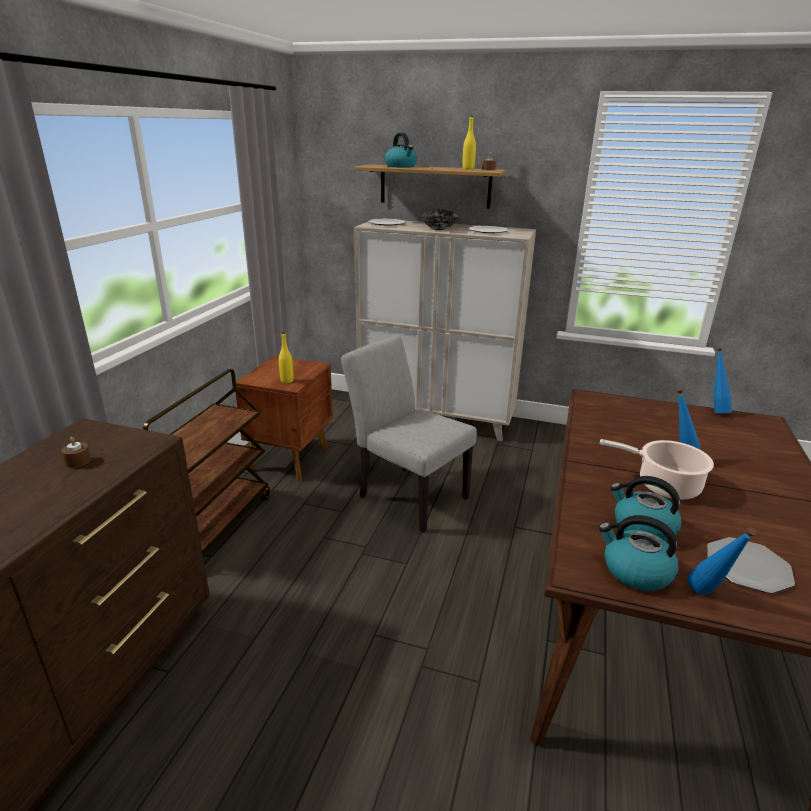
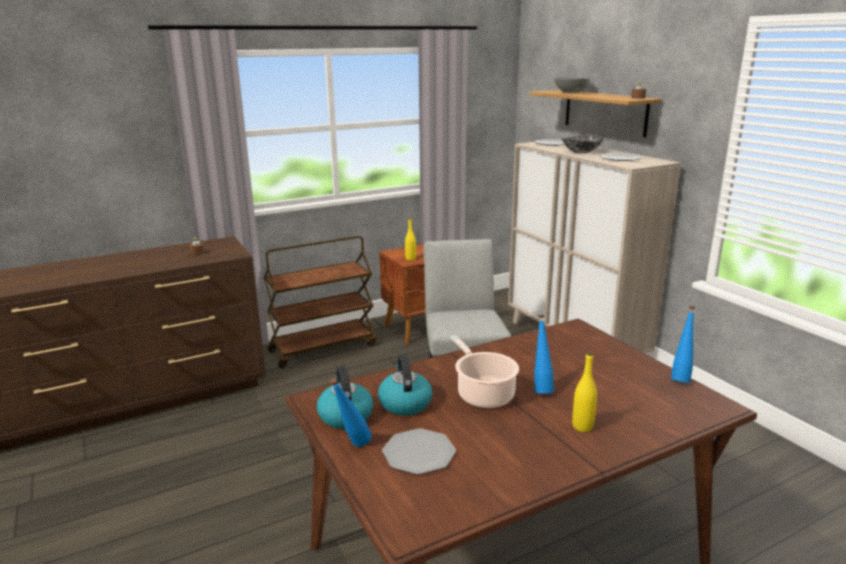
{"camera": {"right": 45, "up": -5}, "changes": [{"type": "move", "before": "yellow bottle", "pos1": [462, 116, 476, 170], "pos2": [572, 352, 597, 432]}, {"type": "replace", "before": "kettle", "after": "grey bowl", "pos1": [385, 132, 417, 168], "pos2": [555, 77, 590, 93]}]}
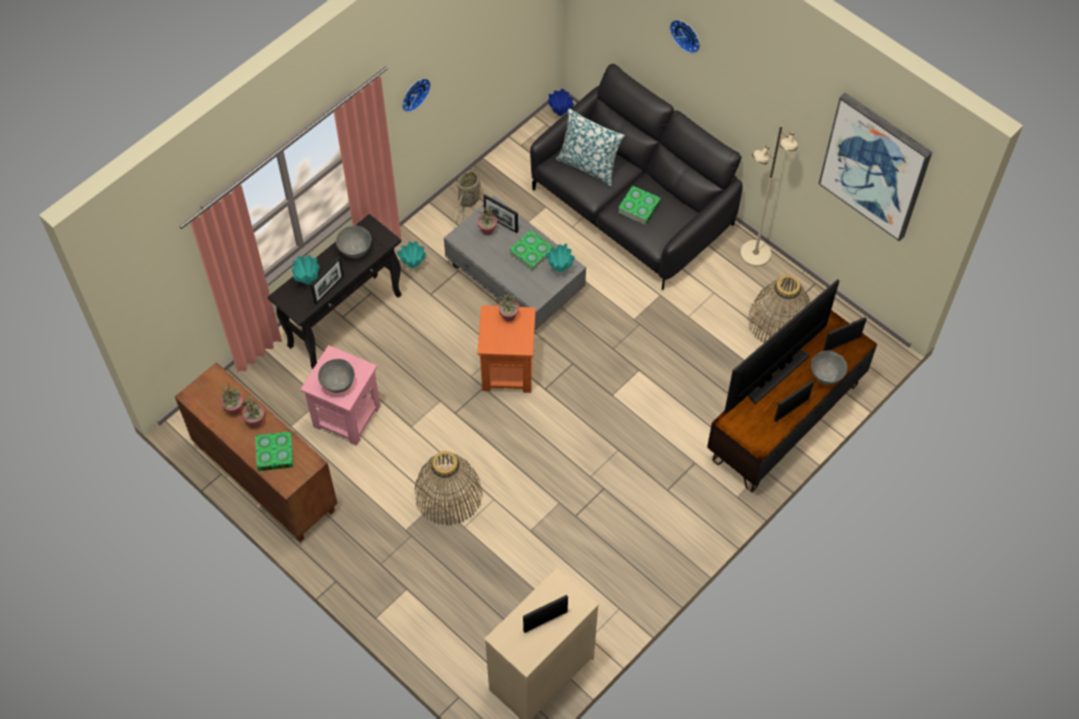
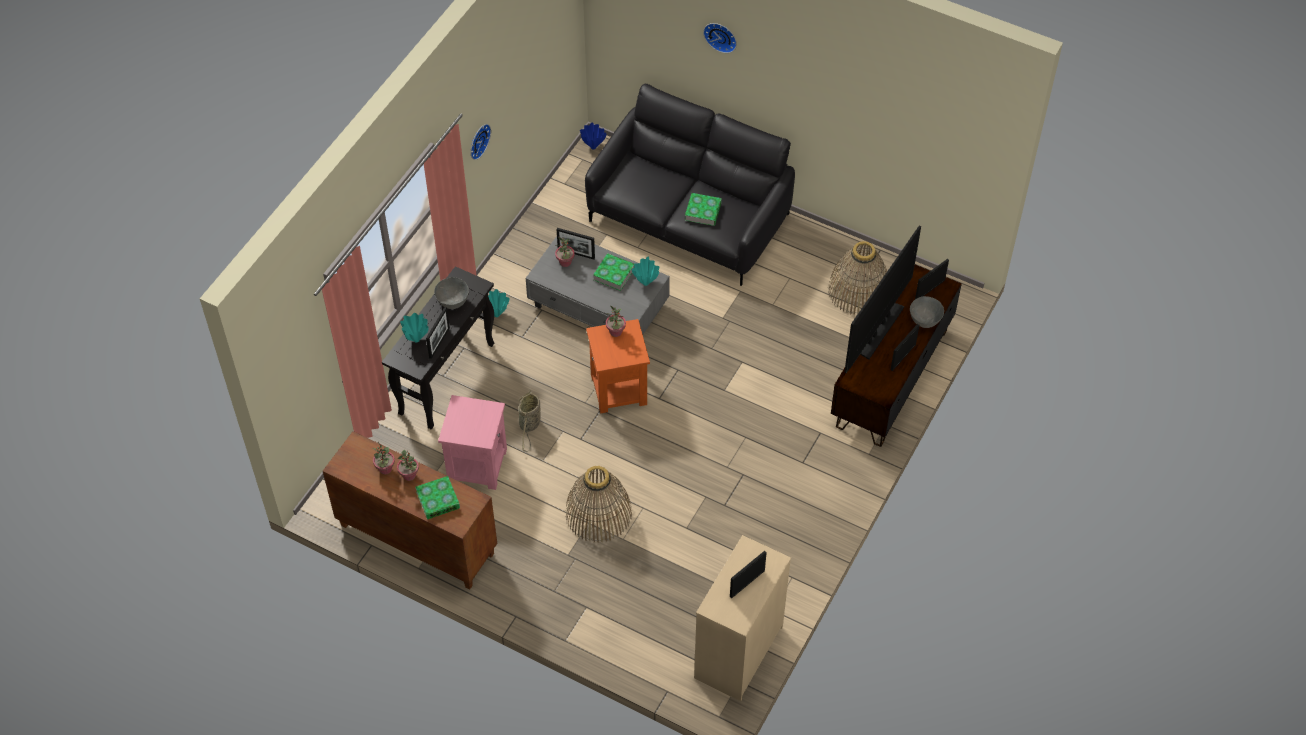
{"camera": {"right": -15, "up": -5}, "changes": [{"type": "delete", "before": "picture", "pos1": [819, 93, 932, 241]}, {"type": "delete", "before": "pillow", "pos1": [556, 108, 625, 187]}, {"type": "delete", "before": "beige floor lamp", "pos1": [740, 125, 798, 267]}, {"type": "move", "before": "basket", "pos1": [454, 168, 481, 225], "pos2": [518, 389, 540, 452]}, {"type": "delete", "before": "grey bowl", "pos1": [318, 359, 355, 393]}]}
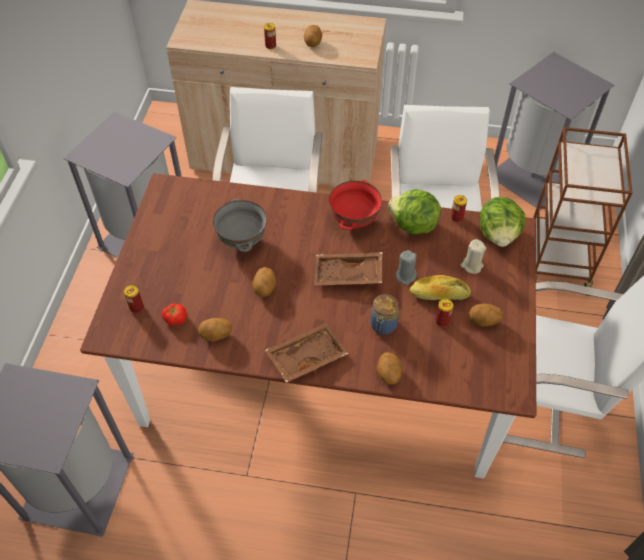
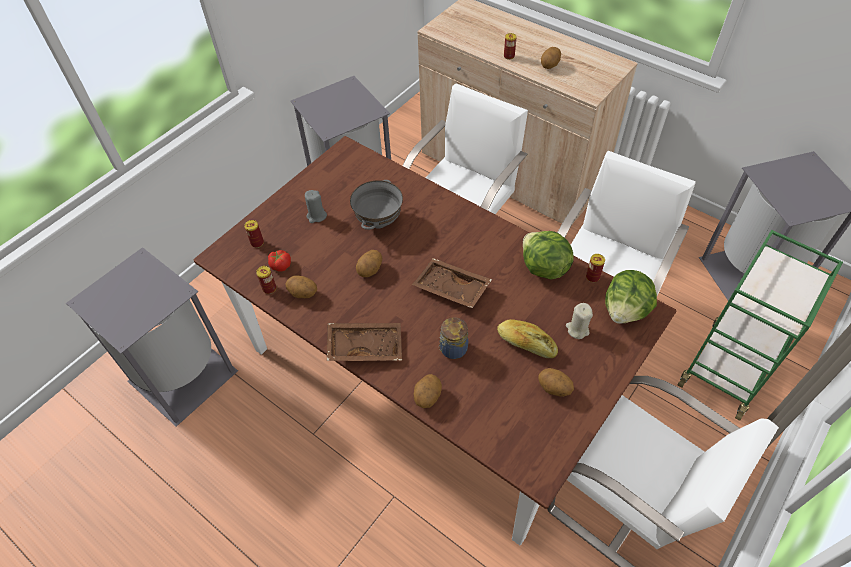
{"camera": {"right": 30, "up": 0}, "changes": [{"type": "recolor", "before": "brown cart", "after": "green cart", "pos1": [533, 127, 633, 296], "pos2": [677, 230, 843, 421]}, {"type": "delete", "before": "red bowl", "pos1": [329, 180, 382, 230]}, {"type": "move", "before": "grey candle", "pos1": [396, 250, 417, 285], "pos2": [305, 190, 327, 223]}, {"type": "move", "before": "can", "pos1": [435, 299, 453, 327], "pos2": [256, 266, 276, 294]}]}
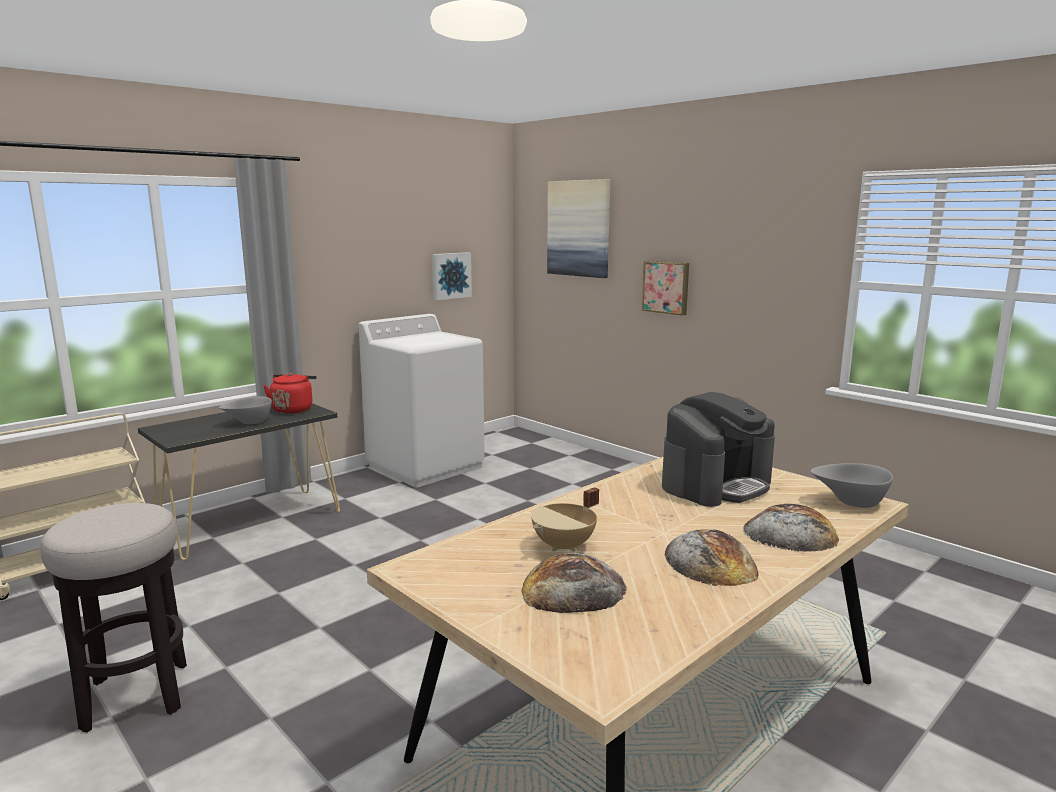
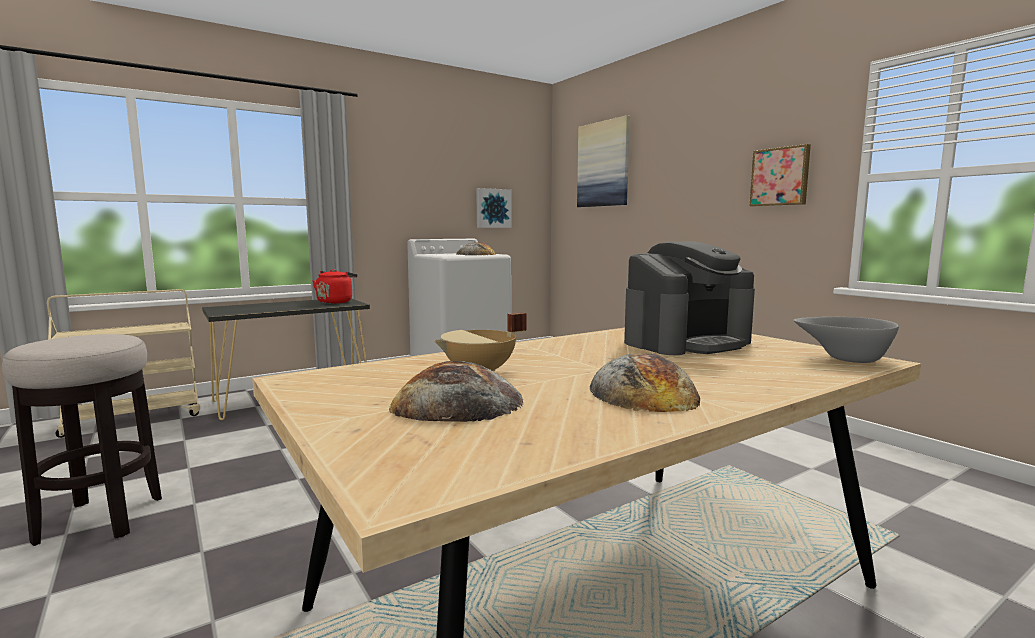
{"camera": {"right": 10, "up": -5}, "changes": [{"type": "move", "before": "picture", "pos1": [642, 261, 689, 316], "pos2": [749, 144, 811, 207]}, {"type": "delete", "before": "grey bowl", "pos1": [219, 396, 272, 424]}, {"type": "move", "before": "bread", "pos1": [743, 504, 839, 552], "pos2": [456, 242, 496, 255]}]}
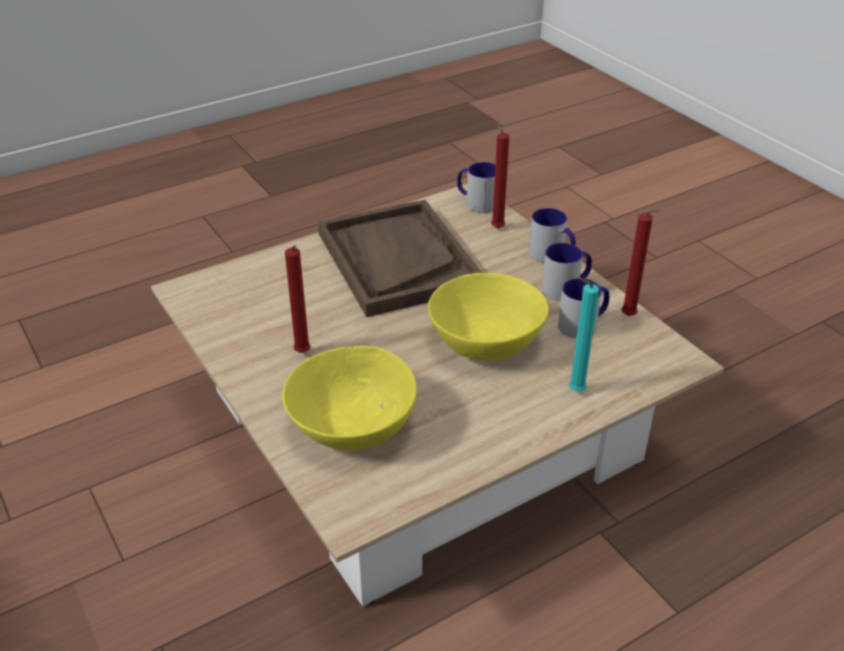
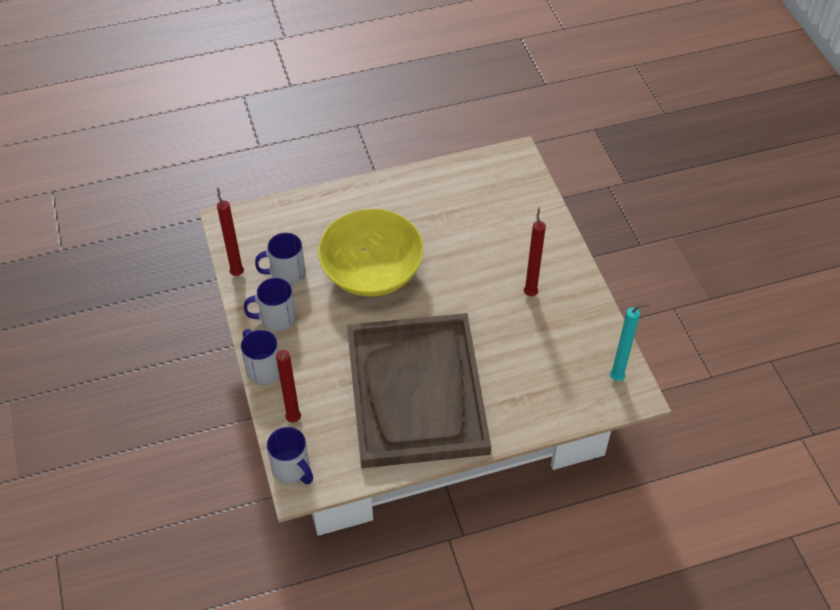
{"camera": {"right": -165, "up": 15}, "changes": [{"type": "move", "before": "turquoise candle", "pos1": [569, 277, 599, 392], "pos2": [610, 304, 650, 381]}, {"type": "delete", "before": "yellow bowl", "pos1": [282, 346, 417, 450]}]}
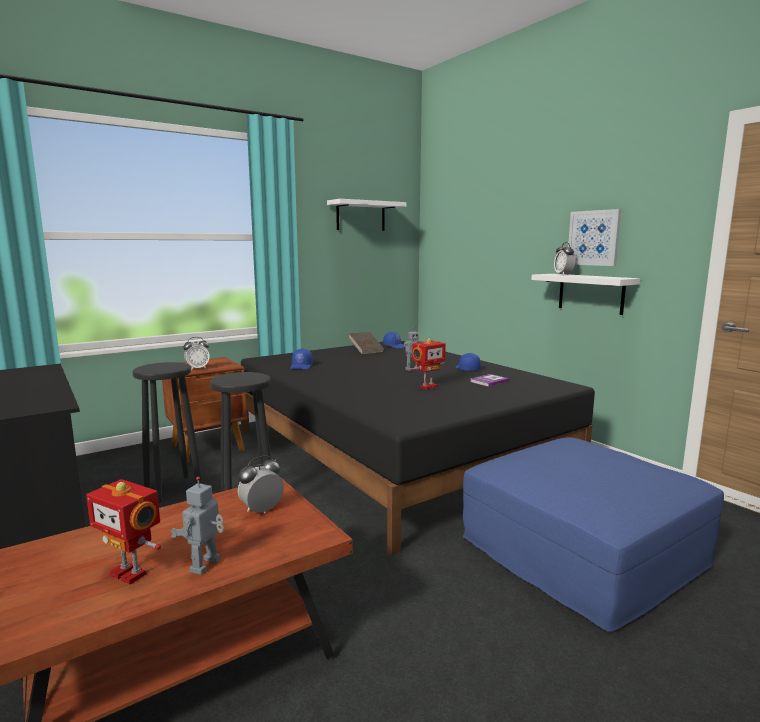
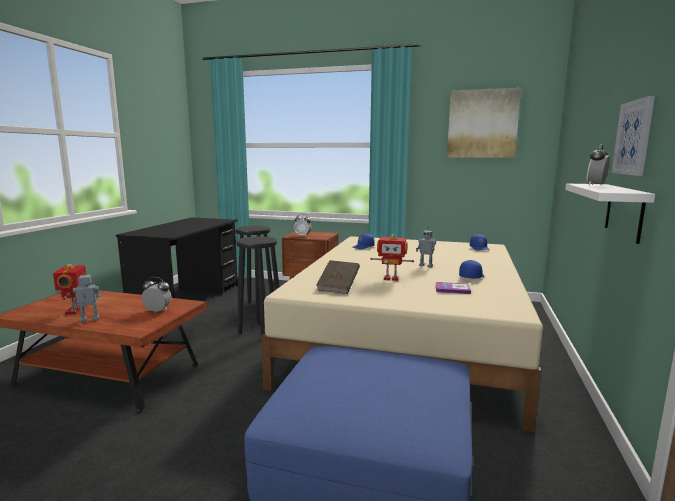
{"camera": {"right": 50, "up": 0}, "changes": [{"type": "replace", "before": "white shelf", "after": "picture", "pos1": [327, 199, 406, 231], "pos2": [447, 88, 521, 158]}, {"type": "move", "before": "brown book", "pos1": [348, 332, 384, 354], "pos2": [316, 260, 360, 294]}, {"type": "recolor", "before": "black bed", "after": "beige bed", "pos1": [241, 341, 595, 555], "pos2": [261, 236, 543, 432]}]}
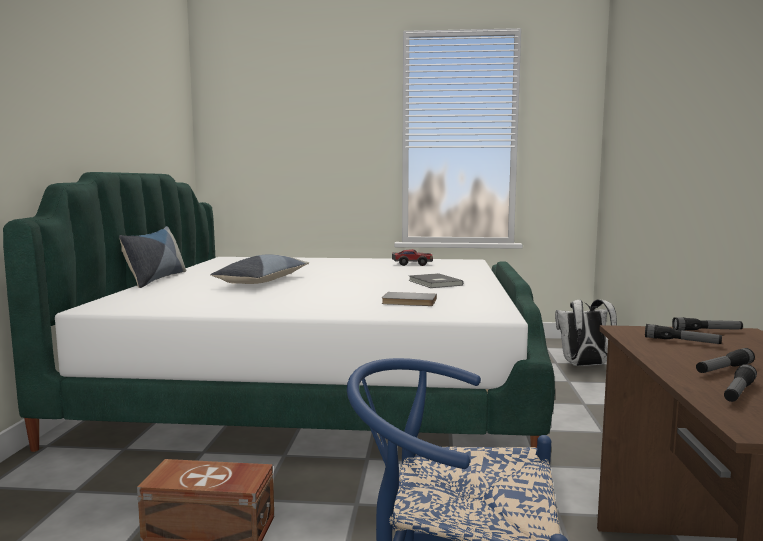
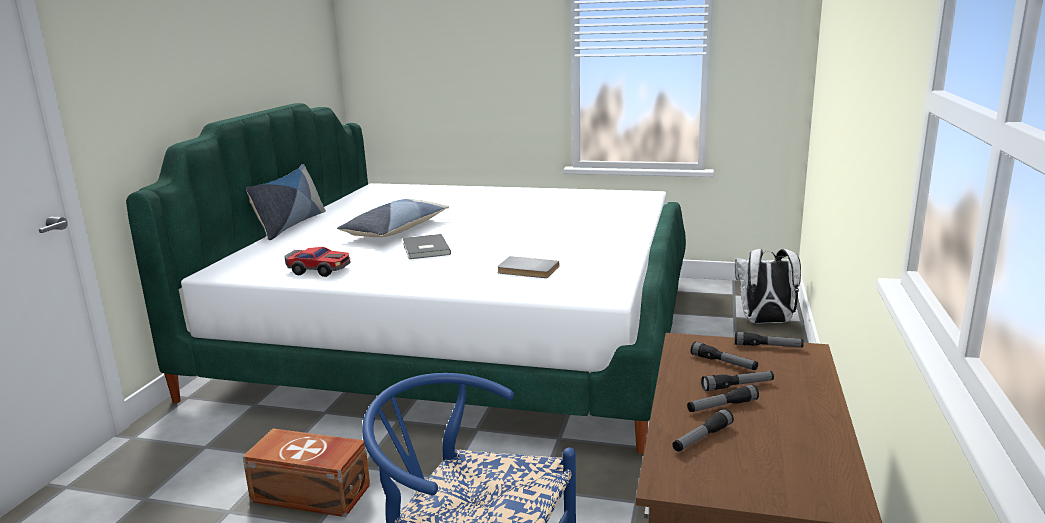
{"camera": {"right": 10, "up": 10}, "changes": [{"type": "move", "before": "toy car", "pos1": [392, 249, 433, 266], "pos2": [284, 247, 350, 277]}, {"type": "move", "before": "grey book", "pos1": [408, 273, 463, 288], "pos2": [402, 234, 451, 259]}, {"type": "insert", "after": "flashlight", "pos2": [701, 371, 774, 391]}]}
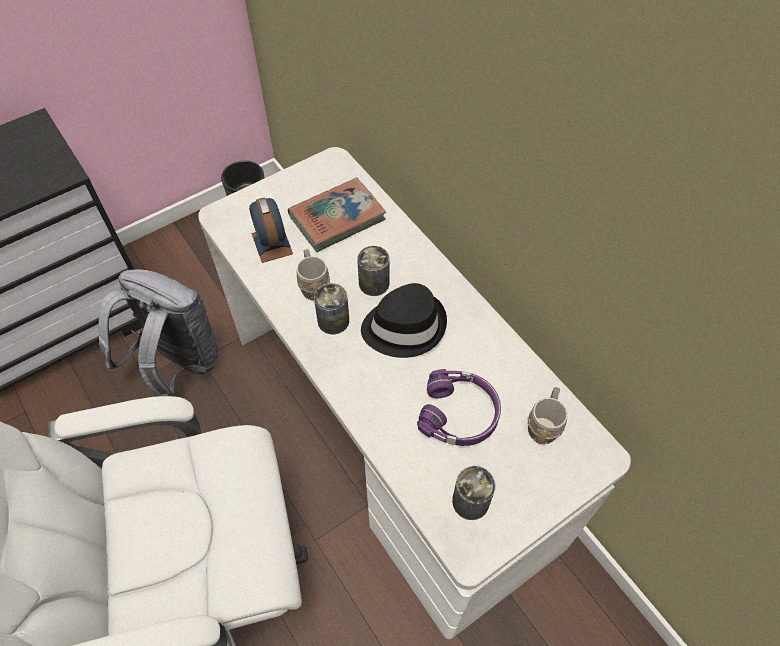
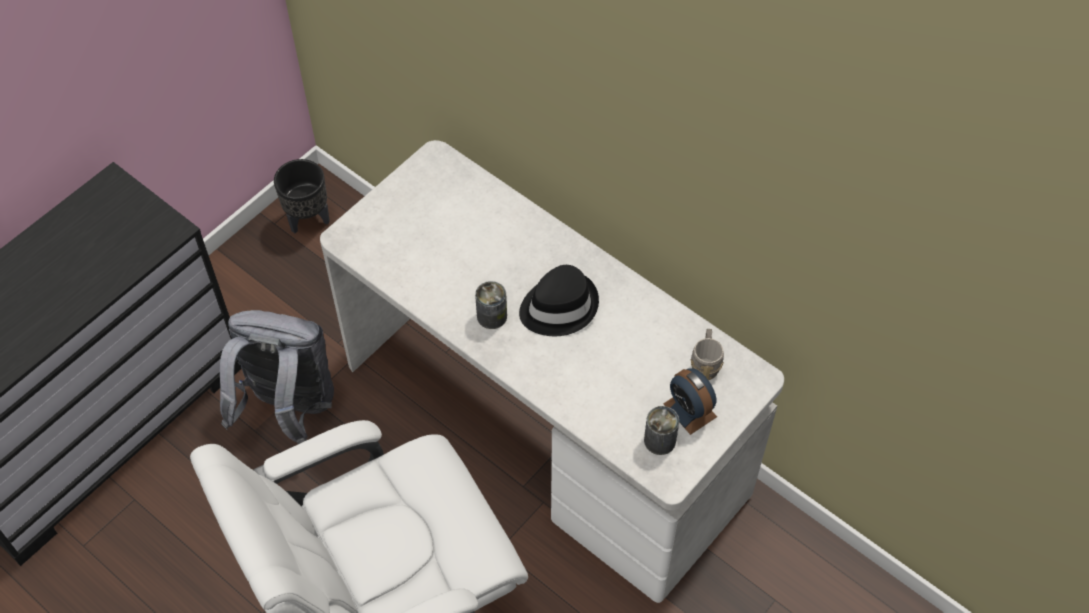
{"camera": {"right": -15, "up": 0}, "changes": [{"type": "delete", "before": "book", "pos1": [288, 177, 386, 252]}, {"type": "move", "before": "alarm clock", "pos1": [249, 198, 293, 263], "pos2": [663, 368, 717, 435]}, {"type": "delete", "before": "can", "pos1": [357, 246, 390, 296]}, {"type": "delete", "before": "grey mug", "pos1": [297, 249, 330, 301]}, {"type": "delete", "before": "purple headphones", "pos1": [417, 369, 501, 446]}]}
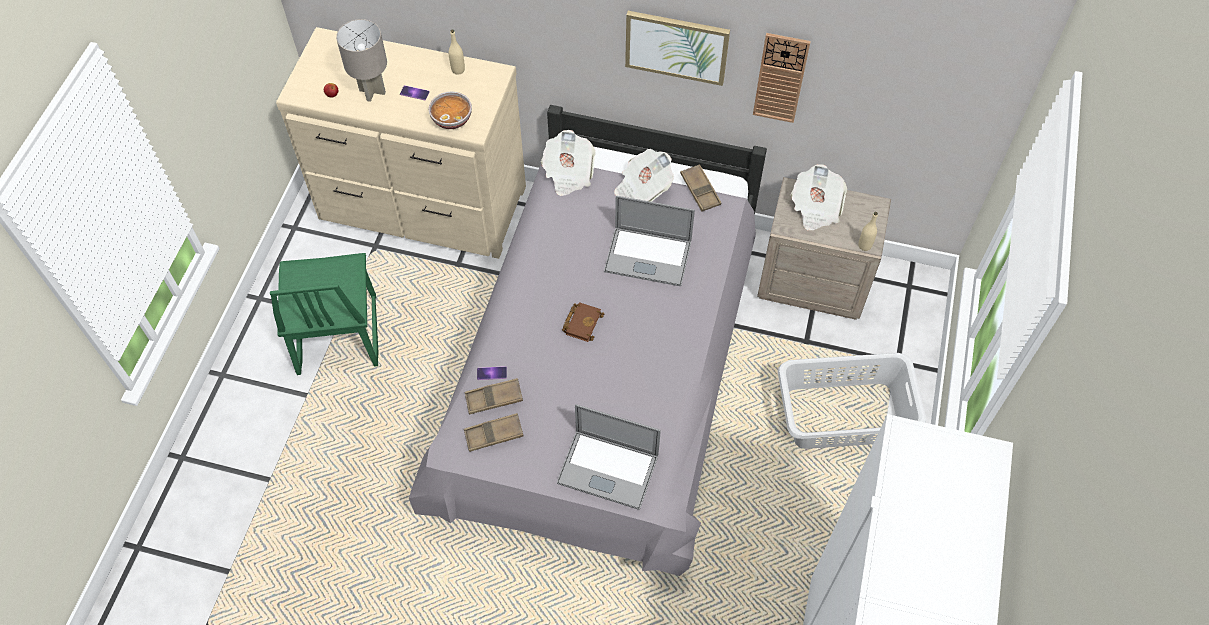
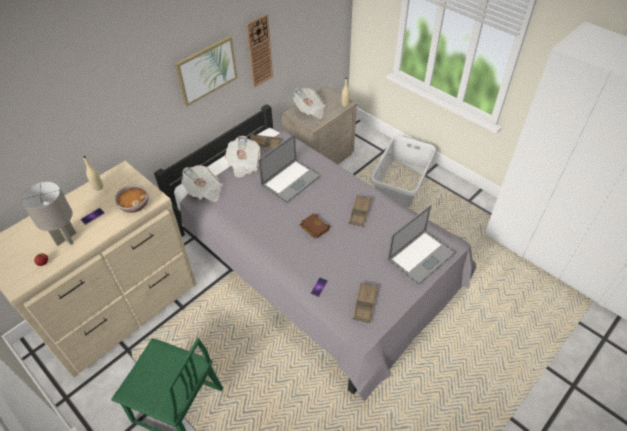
{"camera": {"right": -60, "up": -10}, "changes": [{"type": "move", "before": "brown tray", "pos1": [465, 378, 523, 414], "pos2": [349, 195, 372, 227]}]}
